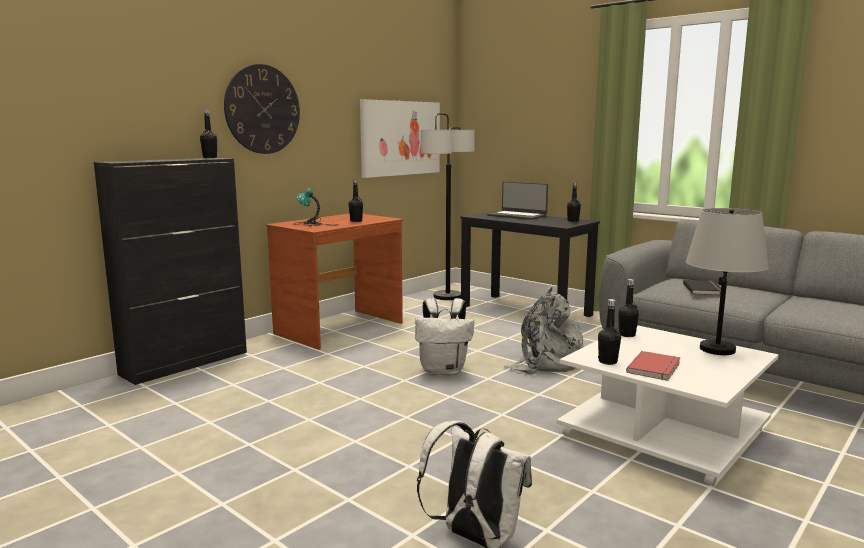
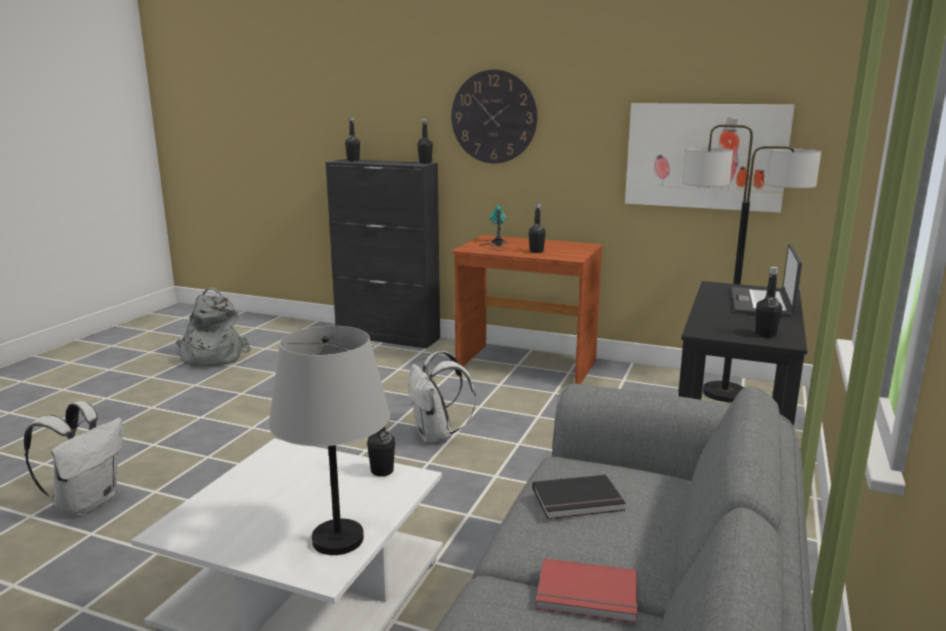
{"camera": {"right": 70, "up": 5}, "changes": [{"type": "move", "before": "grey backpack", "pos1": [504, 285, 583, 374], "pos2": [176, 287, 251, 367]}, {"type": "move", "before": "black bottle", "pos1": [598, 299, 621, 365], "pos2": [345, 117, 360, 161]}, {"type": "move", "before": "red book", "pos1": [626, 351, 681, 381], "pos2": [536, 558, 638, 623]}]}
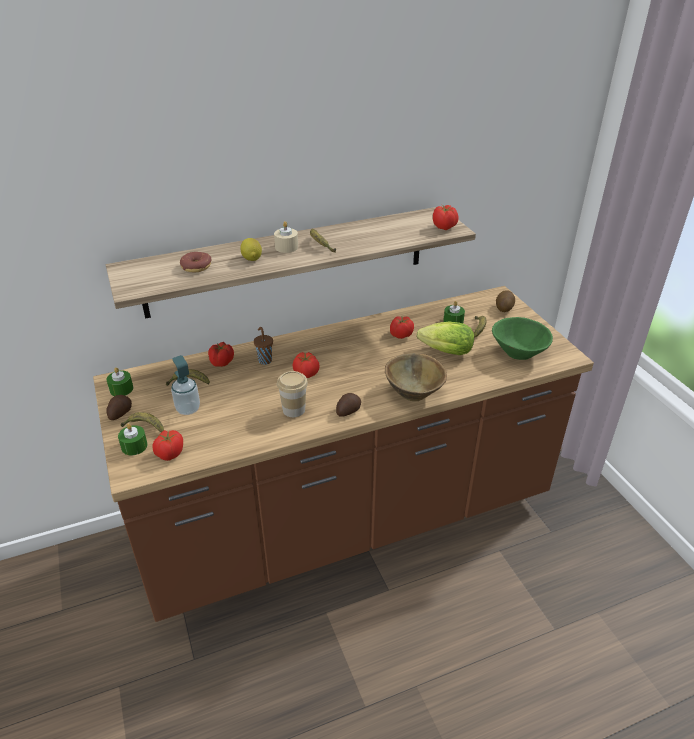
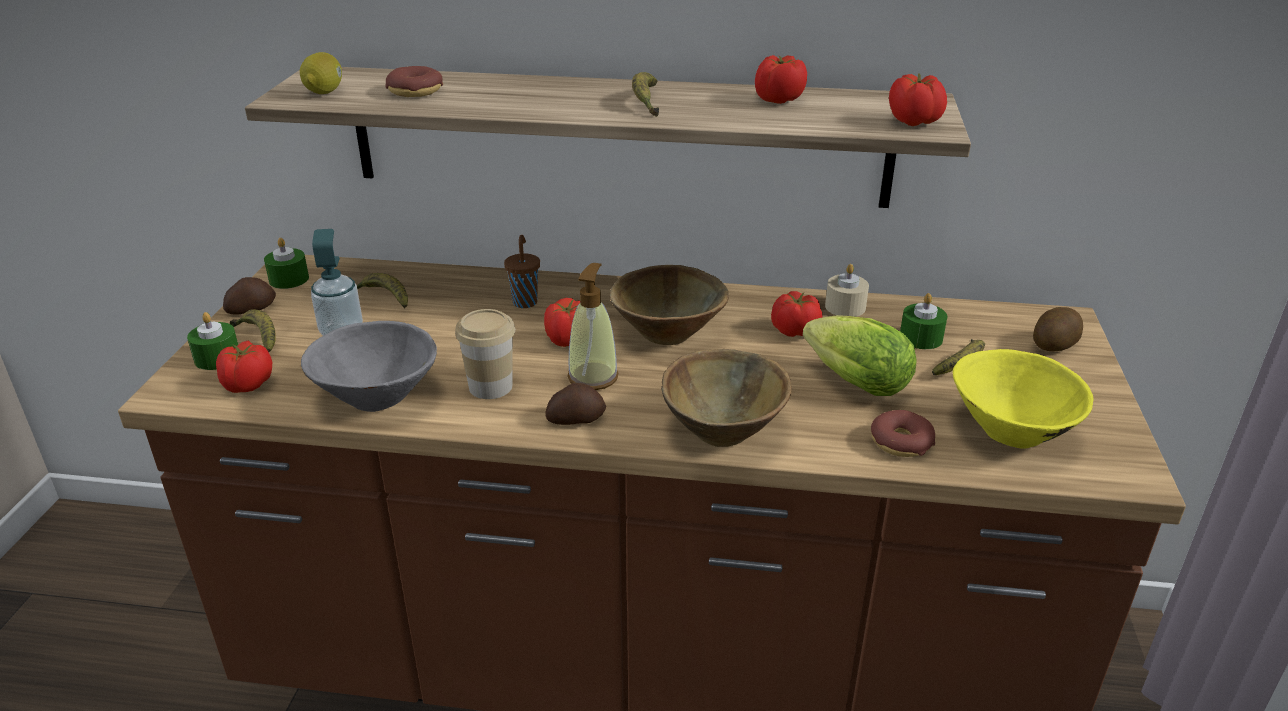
{"camera": {"right": 30, "up": -5}, "changes": [{"type": "move", "before": "beige candle", "pos1": [274, 221, 298, 253], "pos2": [825, 264, 869, 317]}, {"type": "move", "before": "lemon", "pos1": [241, 238, 262, 261], "pos2": [300, 52, 342, 94]}, {"type": "recolor", "before": "green bowl", "after": "yellow bowl", "pos1": [492, 317, 553, 360], "pos2": [952, 349, 1094, 449]}, {"type": "move", "before": "tomato", "pos1": [208, 342, 234, 367], "pos2": [755, 55, 807, 104]}, {"type": "insert", "after": "soap dispenser", "pos2": [567, 263, 618, 390]}, {"type": "insert", "after": "brown bowl", "pos2": [610, 265, 729, 345]}, {"type": "insert", "after": "grey bowl", "pos2": [301, 321, 437, 412]}, {"type": "insert", "after": "donut", "pos2": [871, 410, 935, 457]}]}
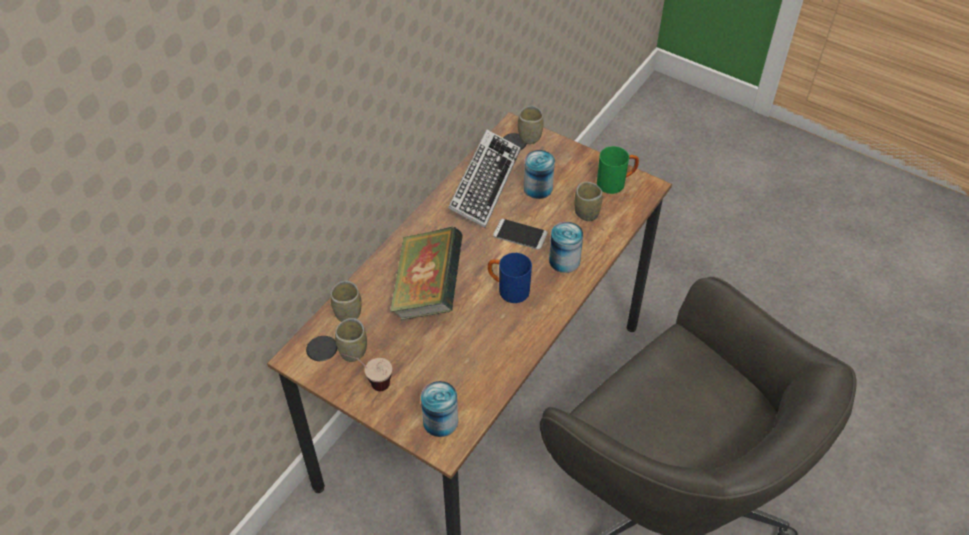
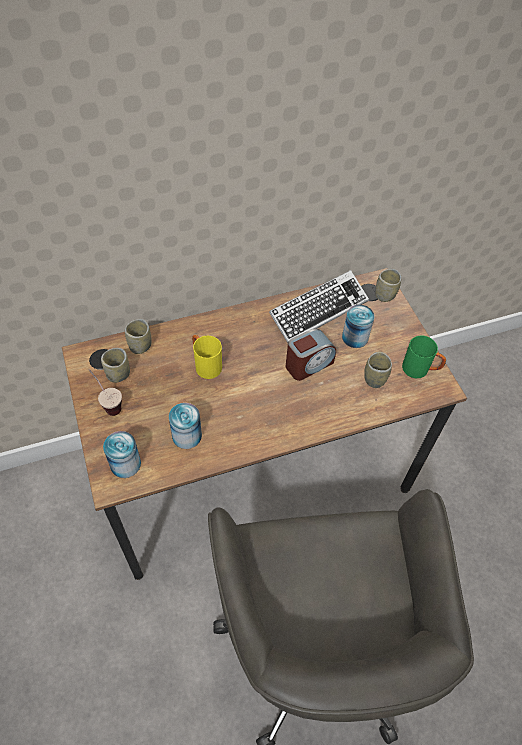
{"camera": {"right": 35, "up": 5}, "changes": [{"type": "replace", "before": "phone", "after": "alarm clock", "pos1": [493, 219, 548, 250], "pos2": [286, 329, 336, 381]}, {"type": "move", "before": "can", "pos1": [549, 222, 583, 273], "pos2": [169, 403, 202, 449]}, {"type": "replace", "before": "book", "after": "yellow mug", "pos1": [390, 226, 463, 320], "pos2": [192, 335, 222, 379]}, {"type": "delete", "before": "blue mug", "pos1": [488, 253, 532, 303]}]}
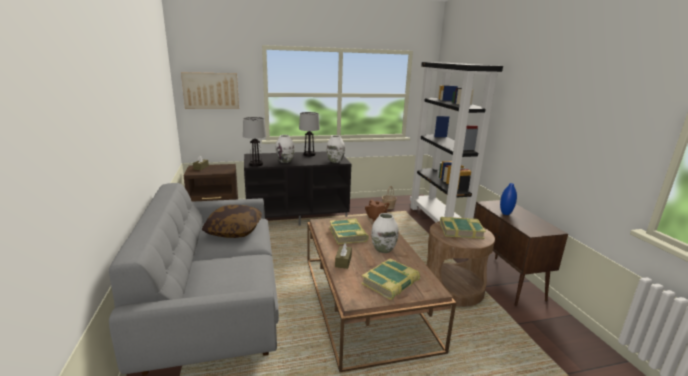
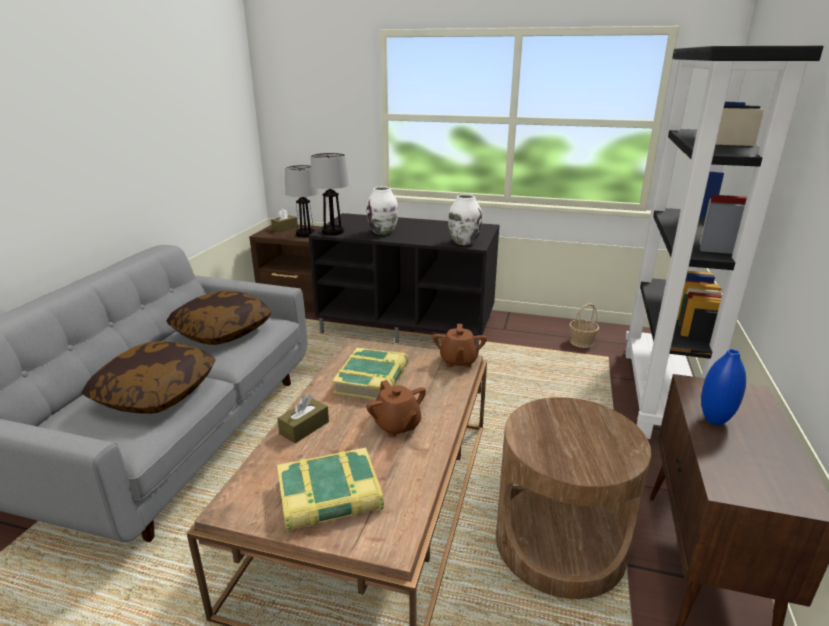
{"camera": {"right": 30, "up": 5}, "changes": [{"type": "delete", "before": "picture", "pos1": [181, 72, 239, 109]}, {"type": "move", "before": "table lamp", "pos1": [299, 112, 320, 156], "pos2": [285, 165, 319, 237]}, {"type": "replace", "before": "white vase", "after": "brown teapot", "pos1": [371, 213, 398, 253], "pos2": [366, 380, 426, 437]}, {"type": "delete", "before": "book", "pos1": [440, 217, 486, 239]}, {"type": "insert", "after": "pillow", "pos2": [81, 341, 216, 414]}]}
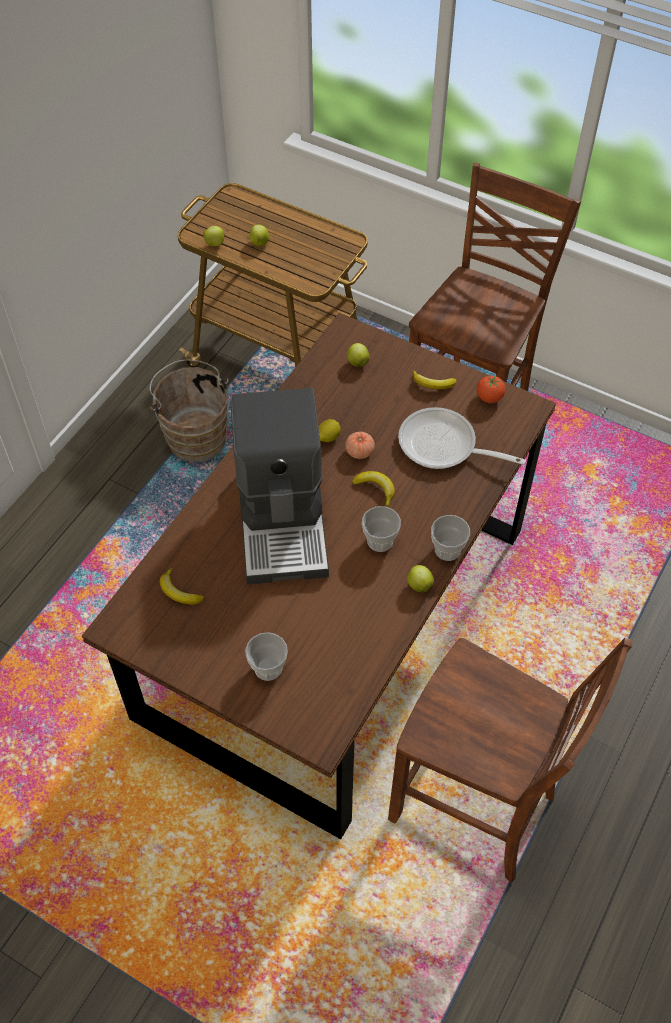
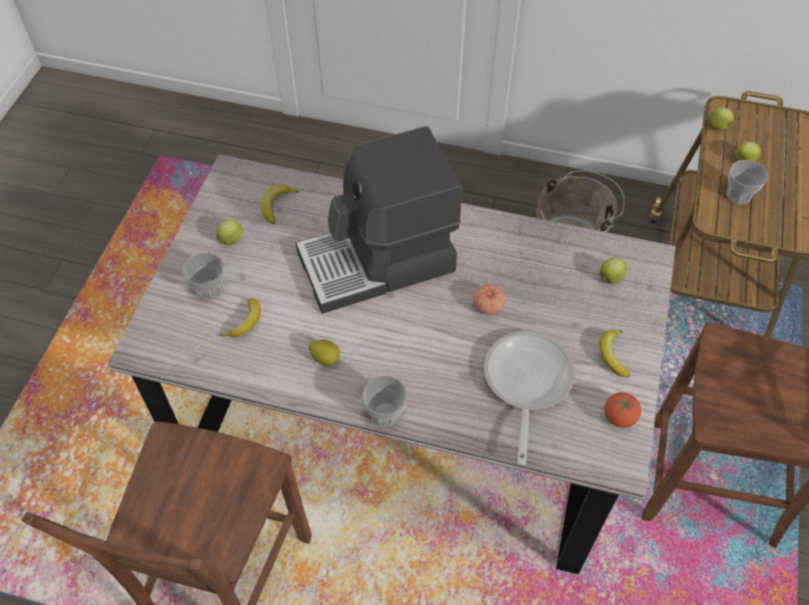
{"camera": {"right": 75, "up": 0}, "changes": [{"type": "recolor", "before": "brown dining table", "after": "grey dining table", "pos1": [82, 313, 556, 839], "pos2": [107, 154, 676, 574]}, {"type": "move", "before": "lemon", "pos1": [319, 419, 341, 442], "pos2": [309, 339, 340, 365]}, {"type": "move", "before": "banana", "pos1": [352, 471, 395, 507], "pos2": [219, 298, 261, 337]}, {"type": "move", "before": "cup", "pos1": [362, 506, 401, 552], "pos2": [726, 160, 768, 204]}, {"type": "move", "before": "apple", "pos1": [407, 565, 434, 592], "pos2": [216, 219, 243, 245]}]}
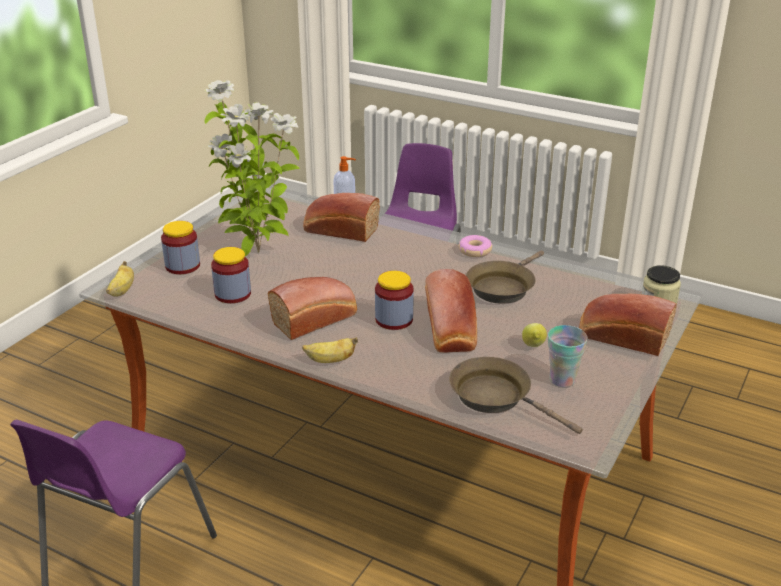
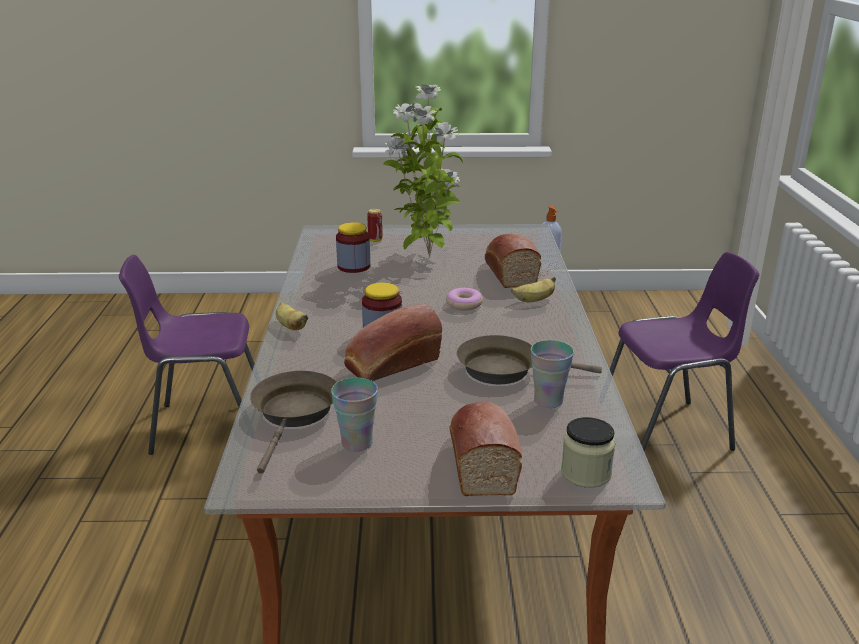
{"camera": {"right": 60, "up": -5}, "changes": [{"type": "replace", "before": "jar", "after": "can", "pos1": [161, 221, 200, 274], "pos2": [367, 209, 383, 242]}, {"type": "move", "before": "donut", "pos1": [459, 235, 492, 257], "pos2": [446, 288, 483, 310]}, {"type": "move", "before": "banana", "pos1": [106, 261, 134, 297], "pos2": [511, 277, 556, 302]}, {"type": "delete", "before": "bread", "pos1": [268, 277, 357, 340]}, {"type": "delete", "before": "lemon", "pos1": [522, 323, 547, 347]}, {"type": "insert", "after": "cup", "pos2": [531, 340, 574, 408]}]}
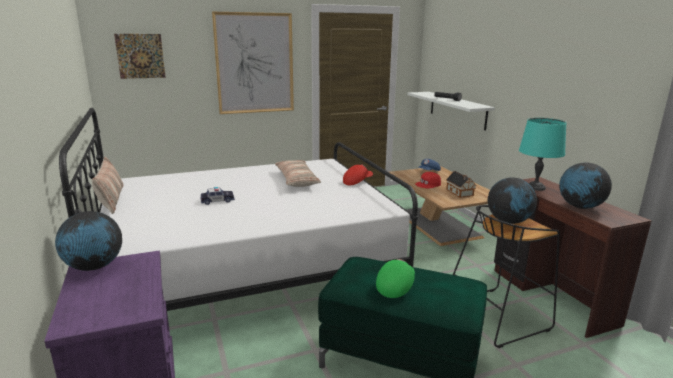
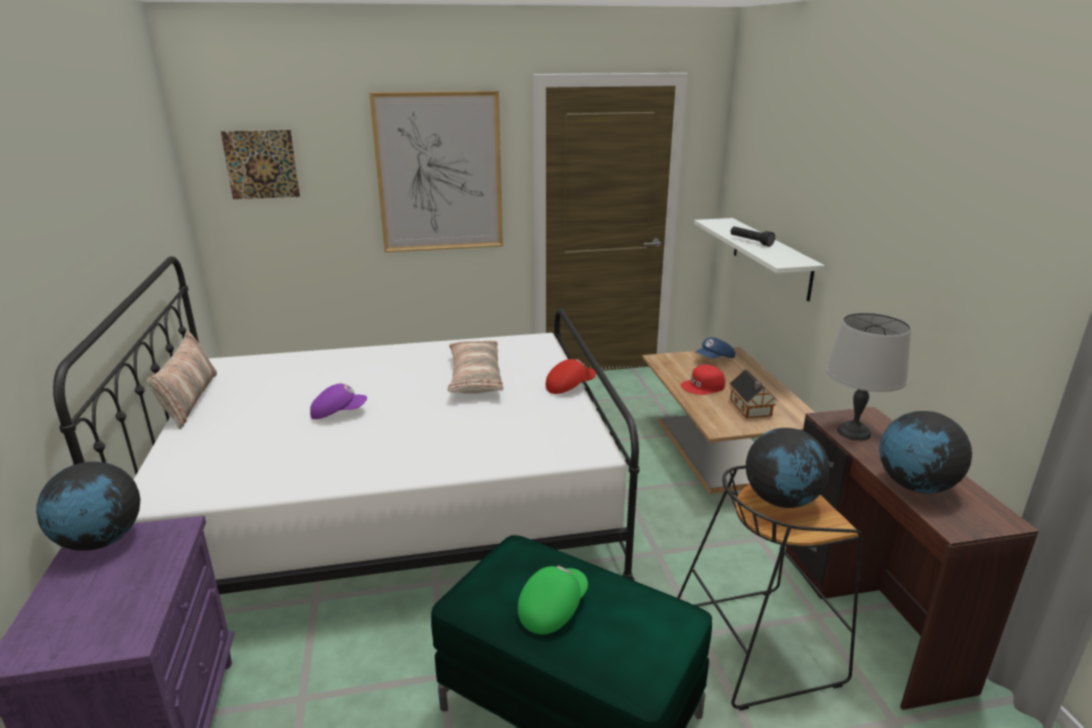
{"camera": {"right": 10, "up": 5}, "changes": [{"type": "recolor", "before": "turquoise table lamp", "after": "grey table lamp", "pos1": [519, 118, 566, 191], "pos2": [826, 313, 911, 441]}, {"type": "replace", "before": "toy car", "after": "purple cap", "pos1": [200, 187, 235, 205], "pos2": [310, 384, 367, 419]}]}
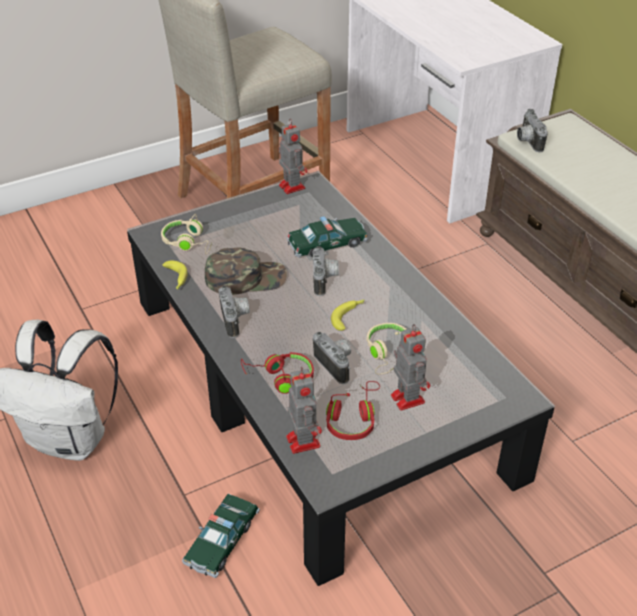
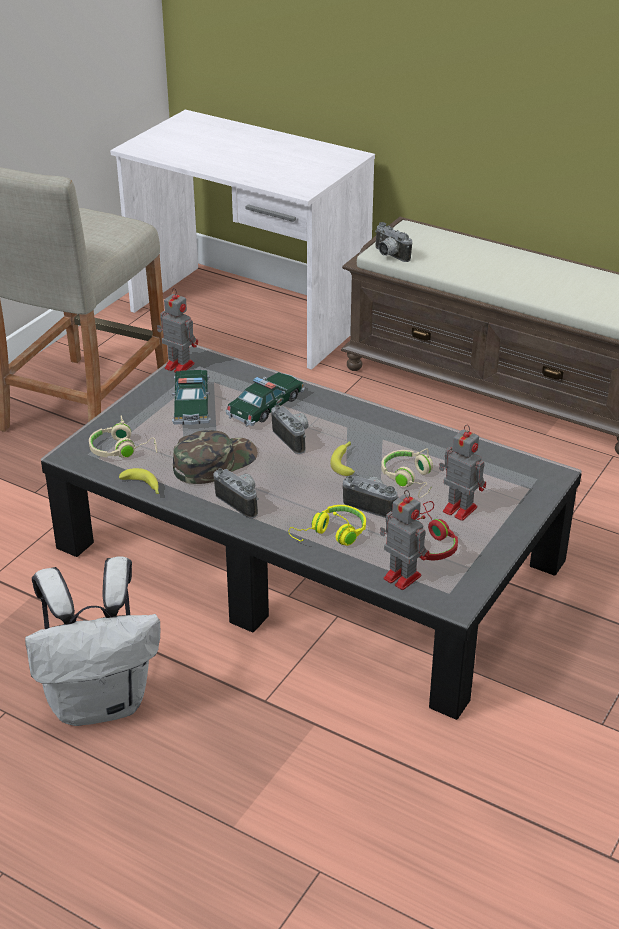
{"camera": {"right": -30, "up": -5}, "changes": [{"type": "recolor", "before": "red headphones", "after": "yellow headphones", "pos1": [241, 352, 314, 394], "pos2": [288, 505, 366, 546]}, {"type": "move", "before": "toy car", "pos1": [182, 494, 260, 578], "pos2": [172, 370, 210, 425]}]}
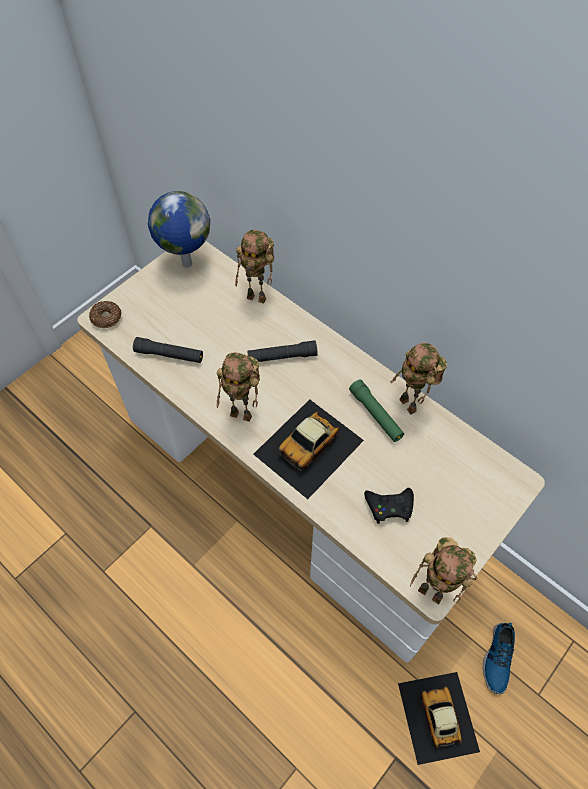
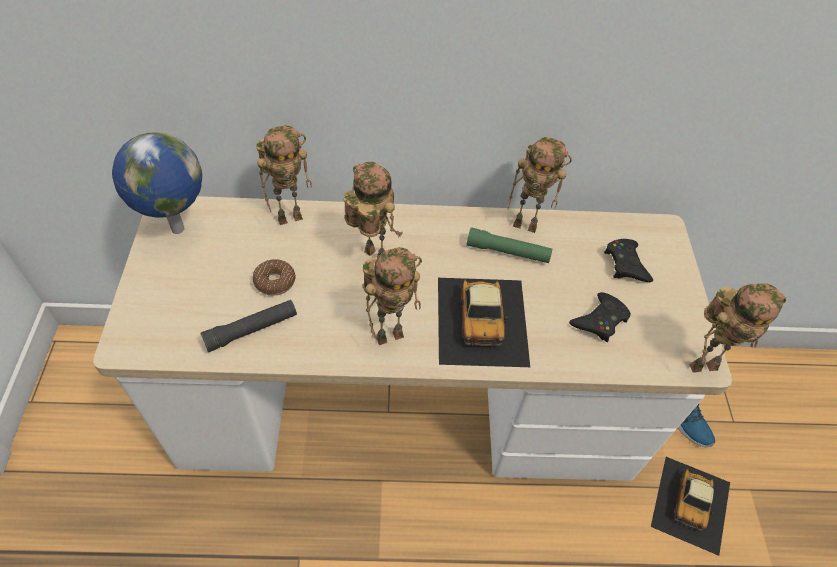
{"camera": {"right": -45, "up": -5}, "changes": [{"type": "move", "before": "donut", "pos1": [89, 301, 121, 328], "pos2": [253, 259, 296, 296]}, {"type": "replace", "before": "black flashlight", "after": "toy robot", "pos1": [247, 340, 318, 362], "pos2": [344, 162, 403, 257]}, {"type": "rotate", "before": "toy car", "pos1": [398, 672, 480, 765], "pos2": [651, 457, 730, 556], "turn": -105}, {"type": "insert", "after": "black game controller", "pos2": [604, 239, 653, 282]}]}
